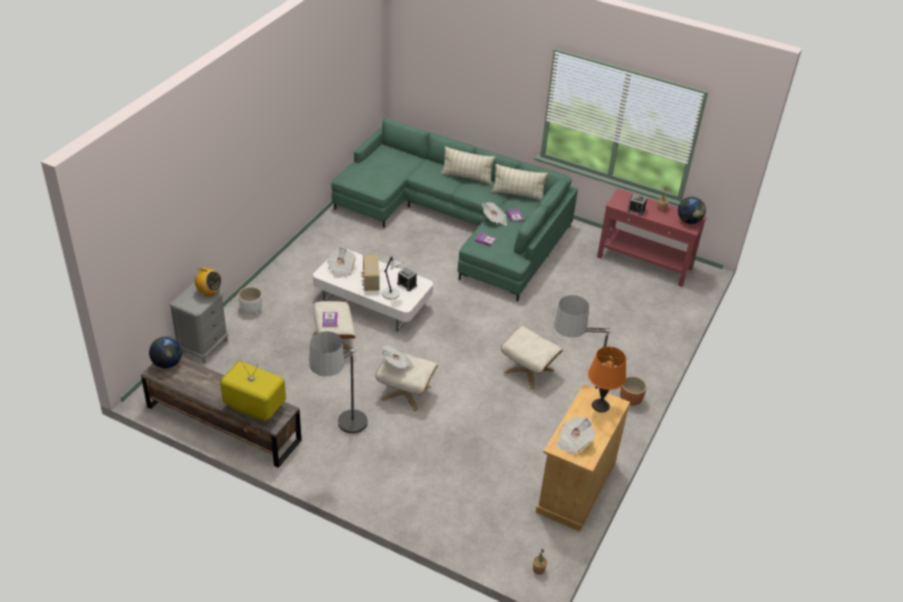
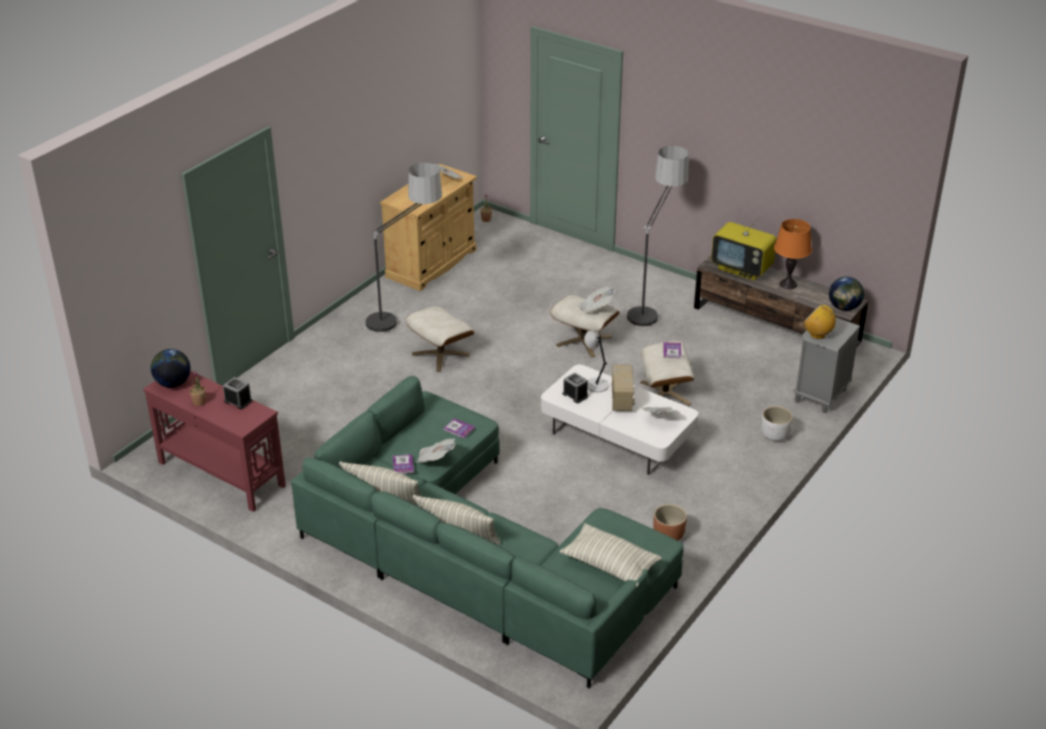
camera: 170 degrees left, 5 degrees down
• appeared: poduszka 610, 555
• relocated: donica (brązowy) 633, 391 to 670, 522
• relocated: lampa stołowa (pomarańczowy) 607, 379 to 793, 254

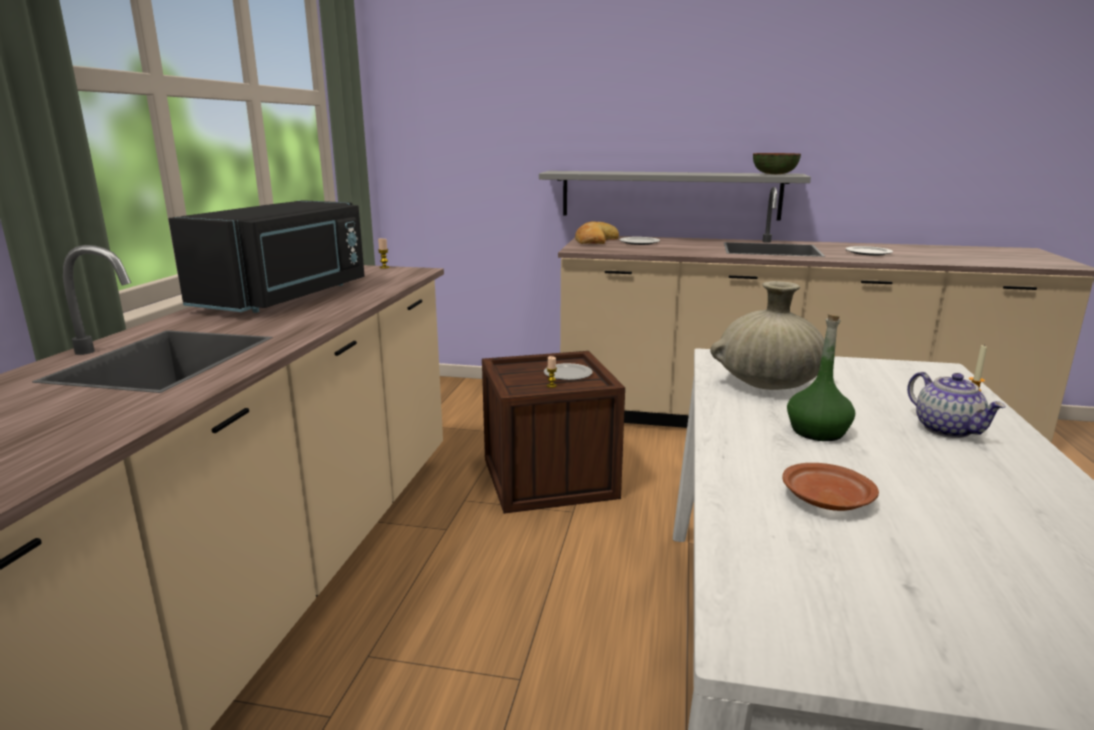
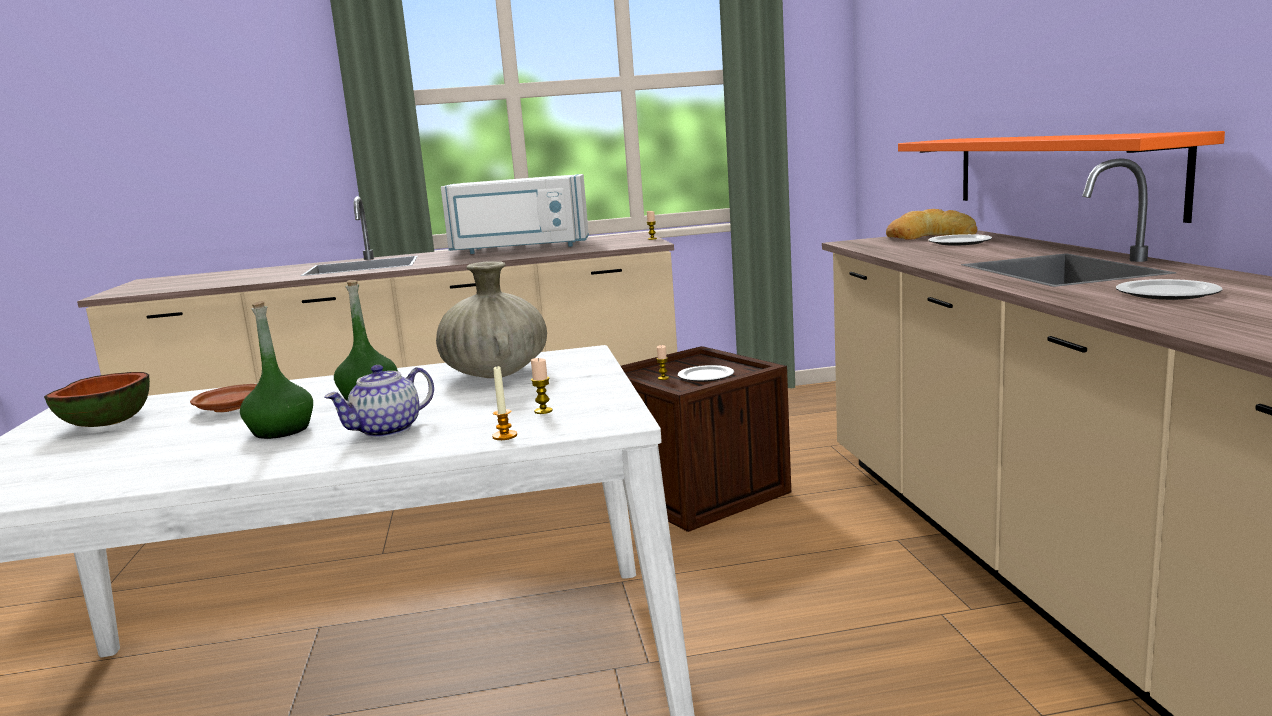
camera: 70 degrees right, 5 degrees down
• relocated: miska 777, 163 to 97, 399
• appeared: butelka (zielony) 276, 370
• colour: mikrofalówka (czarny) 267, 256 to mikrofalówka (biały) 515, 214
• appeared: świeca 542, 386
• colour: półka (szary) 675, 196 to półka (pomarańczowy) 1061, 177

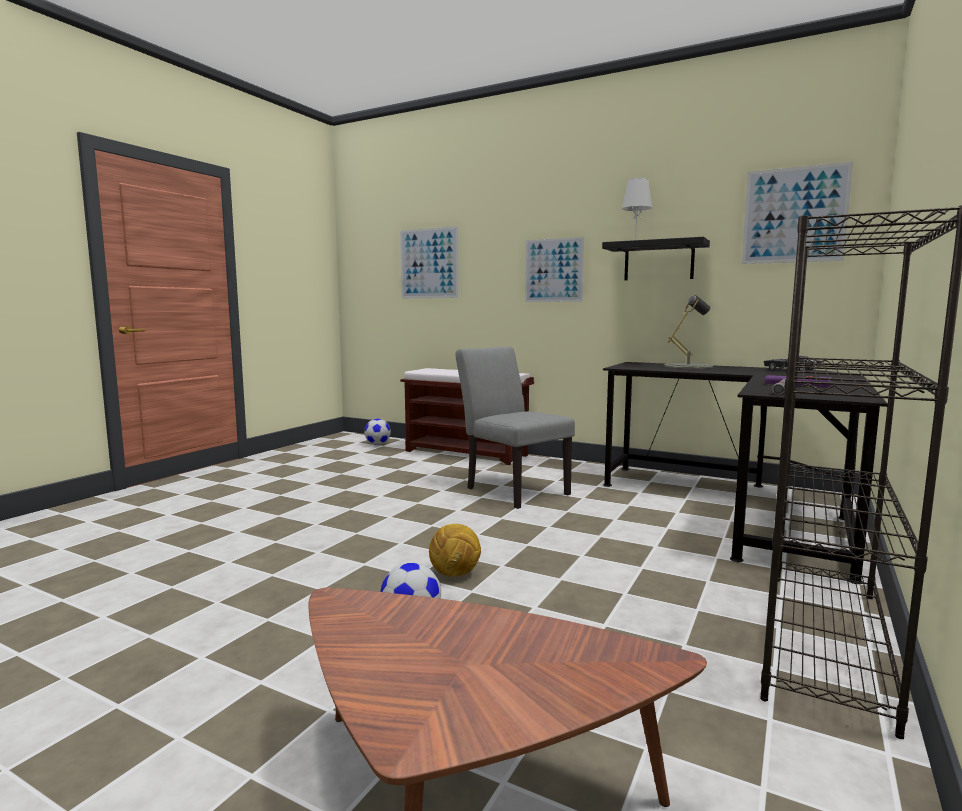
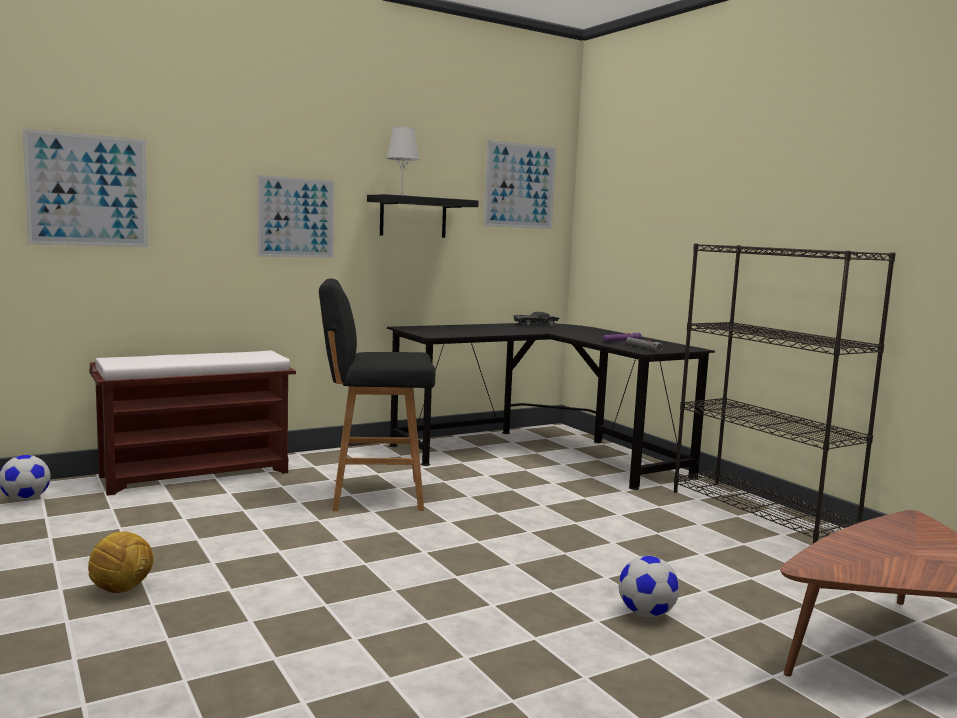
camera: 60 degrees left, 0 degrees up
• relocated: piłka futbolowa 455, 550 to 121, 562
• exchanged: krzesło (szary) 515, 428 to stołek (czarny) 377, 395
• missing: lampa stołowa (szary) 688, 332

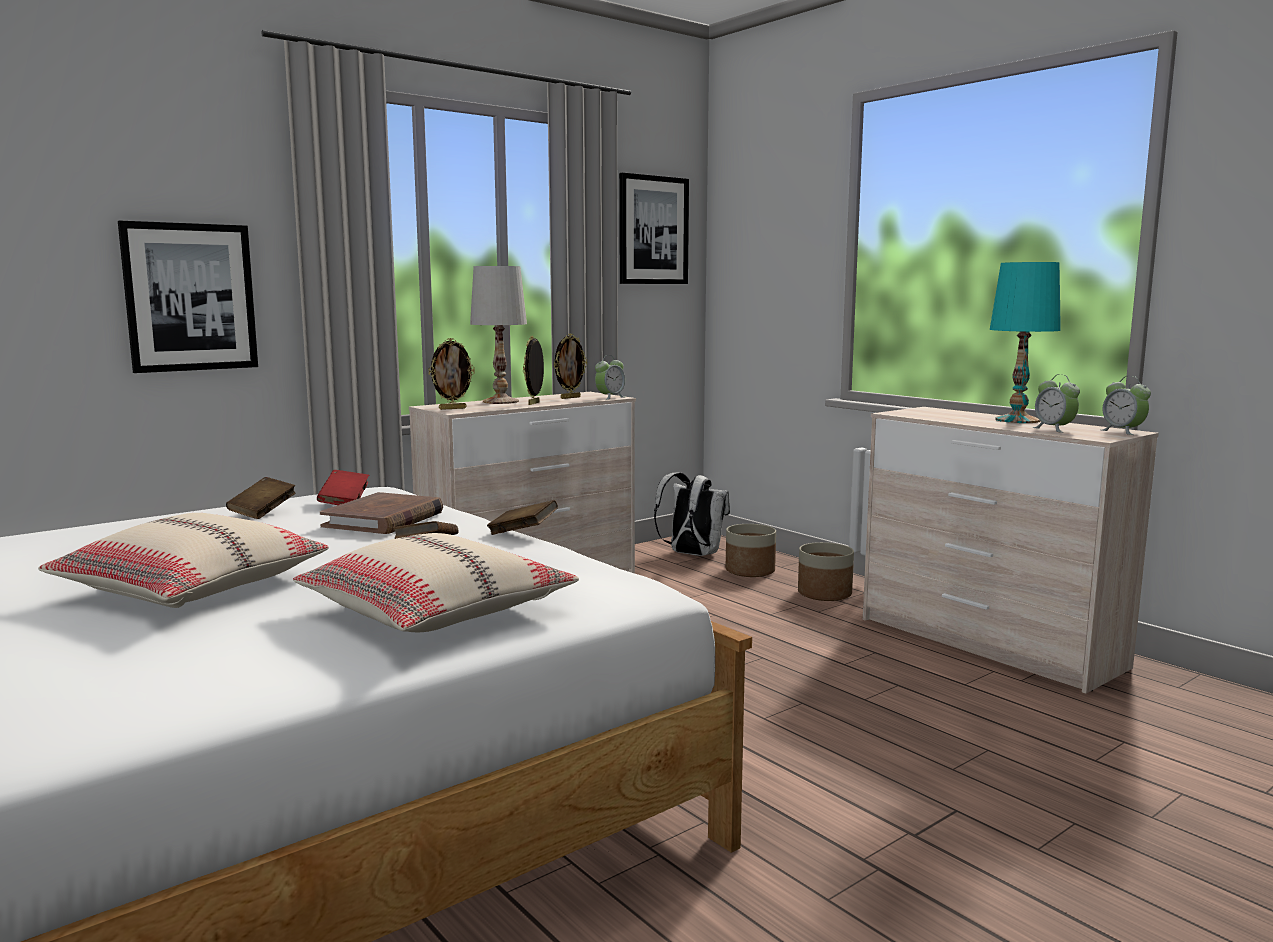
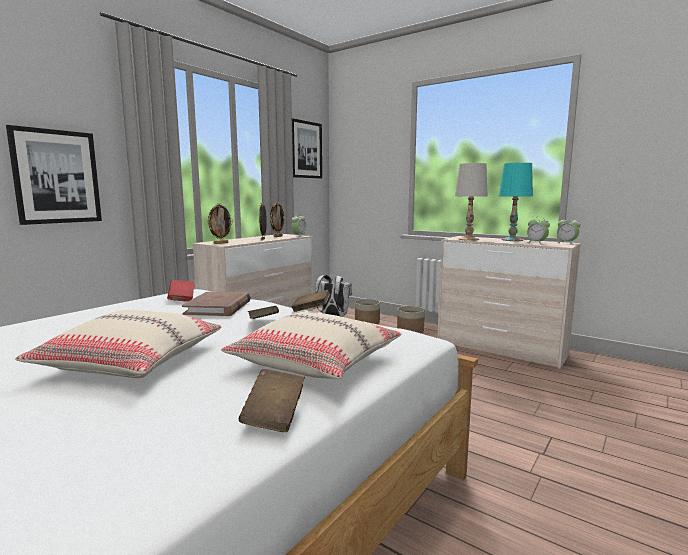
camera: 15 degrees left, 0 degrees up
• relocated: książka (brązowy) 261, 498 to 272, 400
• relocated: lampa stołowa (biały) 498, 335 to 471, 202

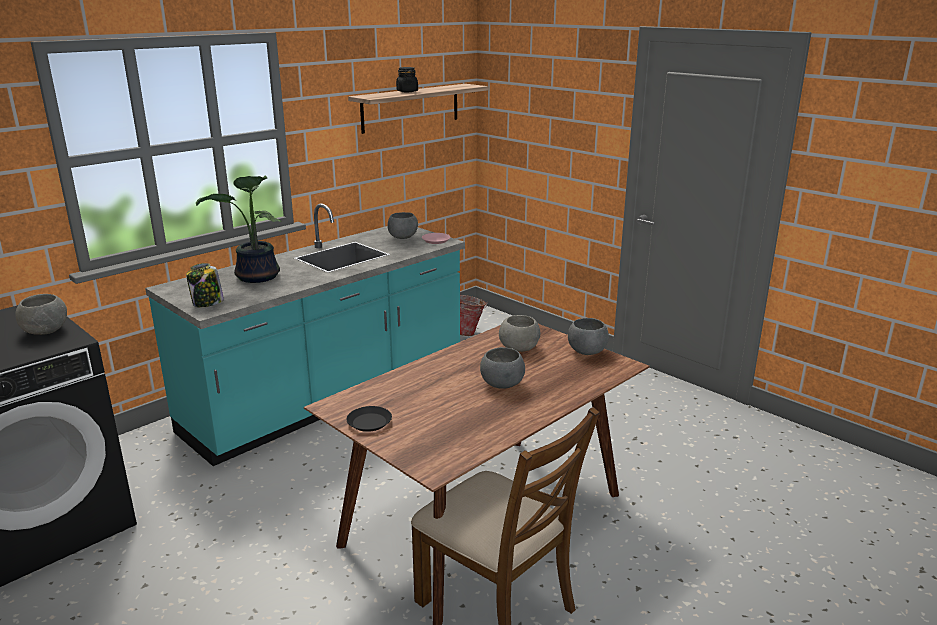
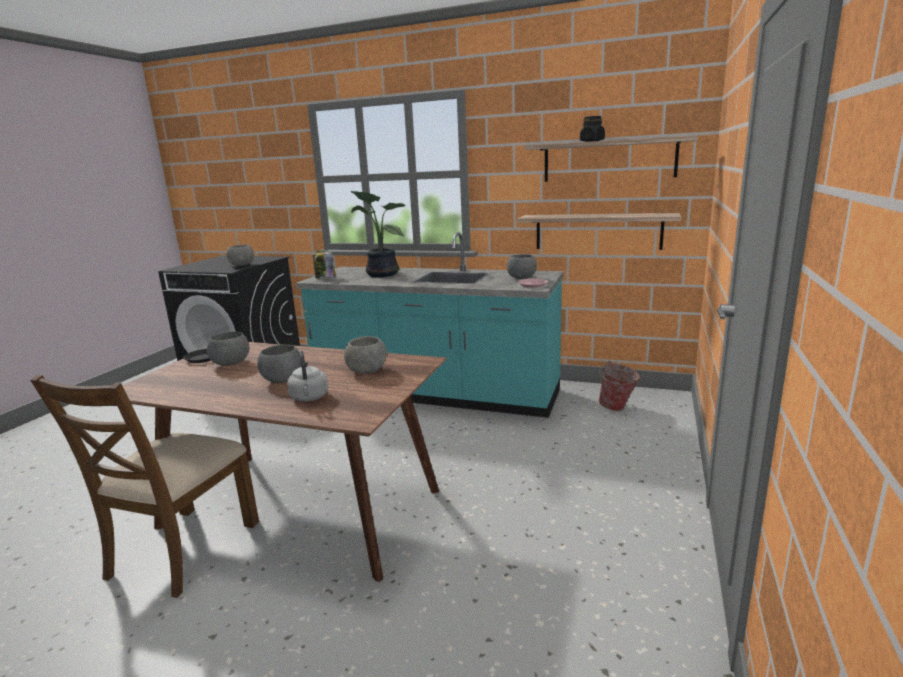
camera: 65 degrees right, 5 degrees down
• relocated: miska (szary) 588, 336 to 228, 349
• appeared: czajnik (szary) 307, 376
• appeared: półka 599, 231

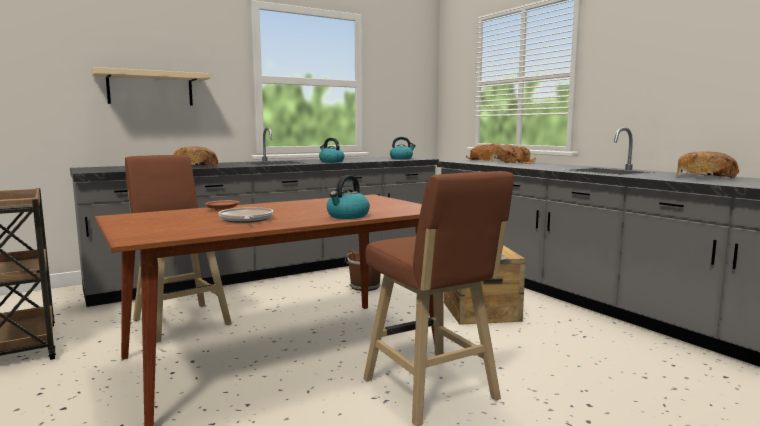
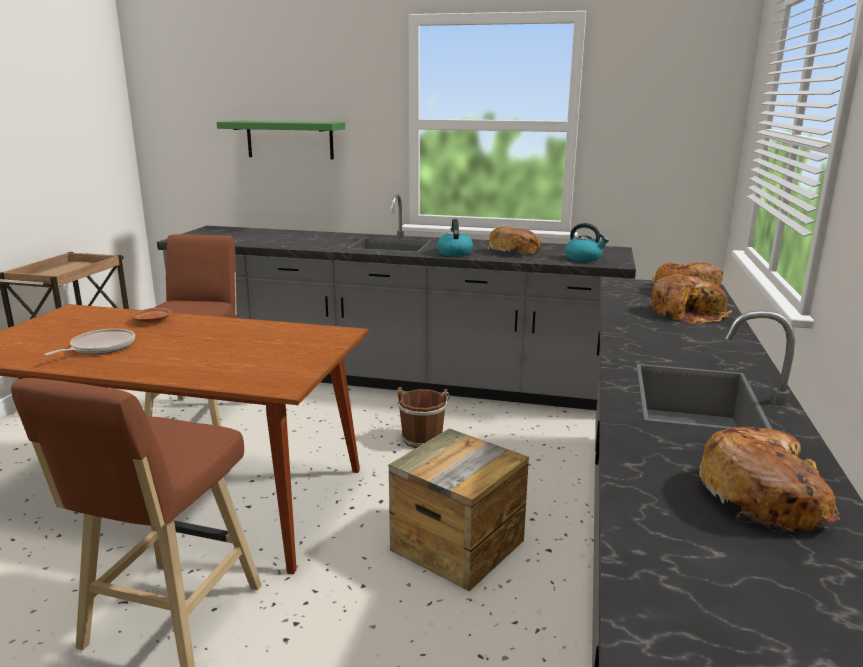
camera: 45 degrees right, 10 degrees up
• colour: półka (beżowy) 151, 86 to półka (zielony) 281, 140
• relocated: chleb 196, 156 to 514, 240
• missing: czajnik 348, 197

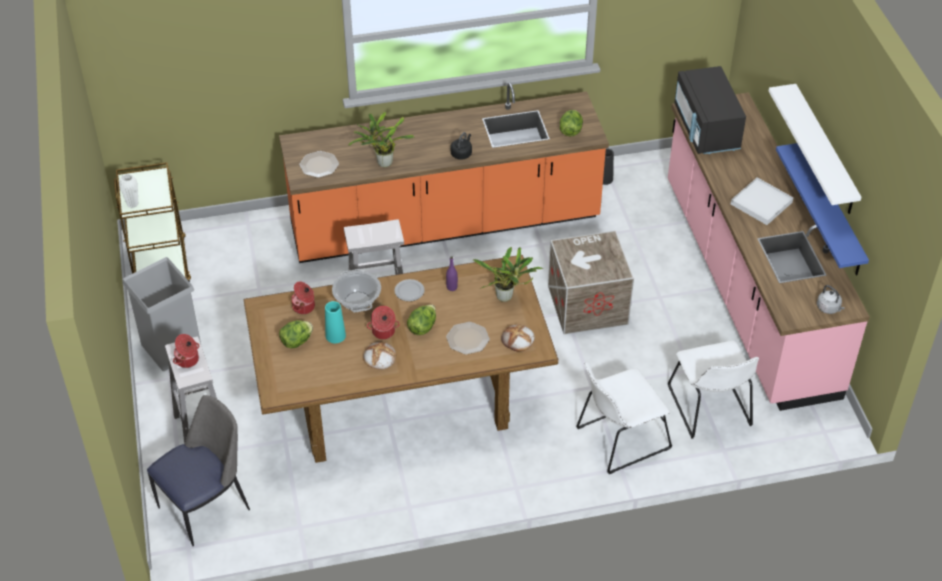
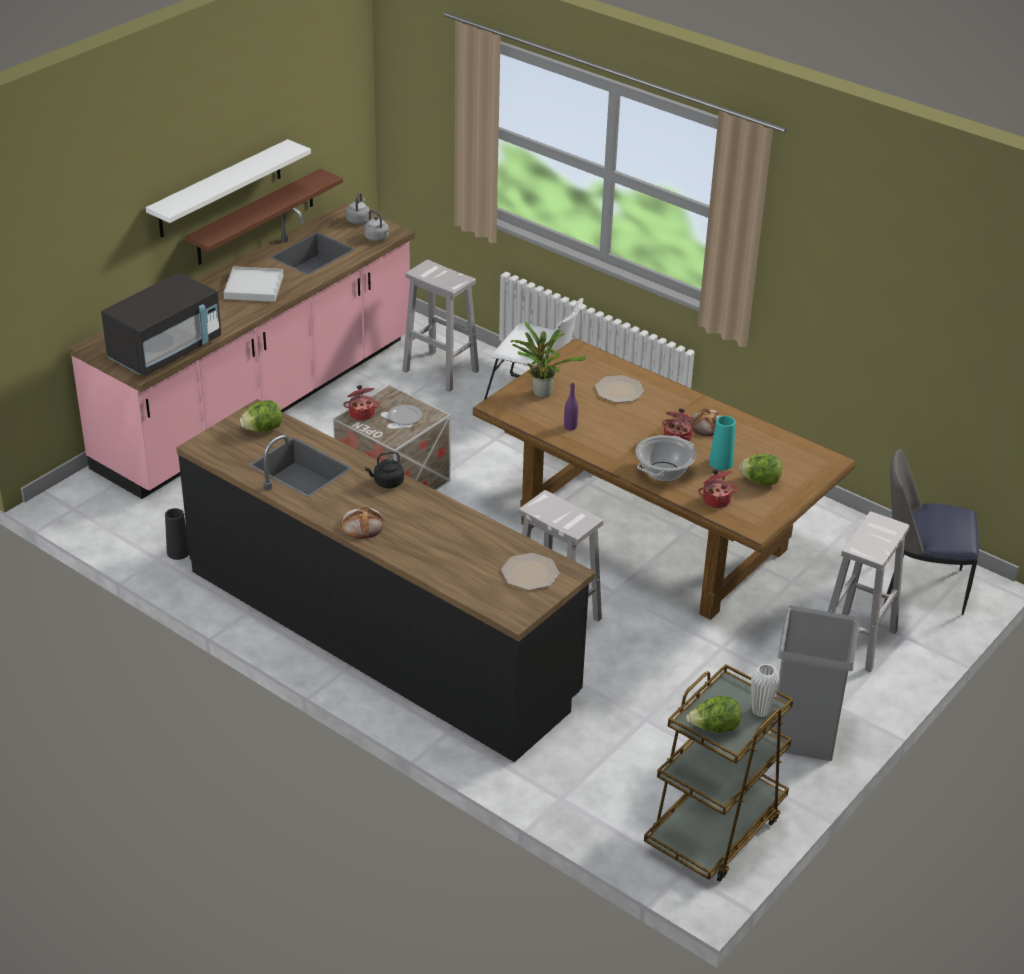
camera: 130 degrees left, 10 degrees down
• colour: zabudowa kuchenna (pomarańczowy) 444, 173 to zabudowa kuchenna (czarny) 386, 580
• colour: półka (niebieski) 822, 209 to półka (brązowy) 264, 217
• relocated: chleb 518, 338 to 362, 523
• relocated: garnek 186, 351 to 361, 403
• appeared: czajnik (szary) 376, 225
• relocated: talerz 409, 290 to 405, 415
• exchanged: krzesło (biały) 713, 390 to stołek (biały) 440, 326
• relocated: sałata 421, 319 to 713, 714
• missing: roślina doniczkowa 381, 139

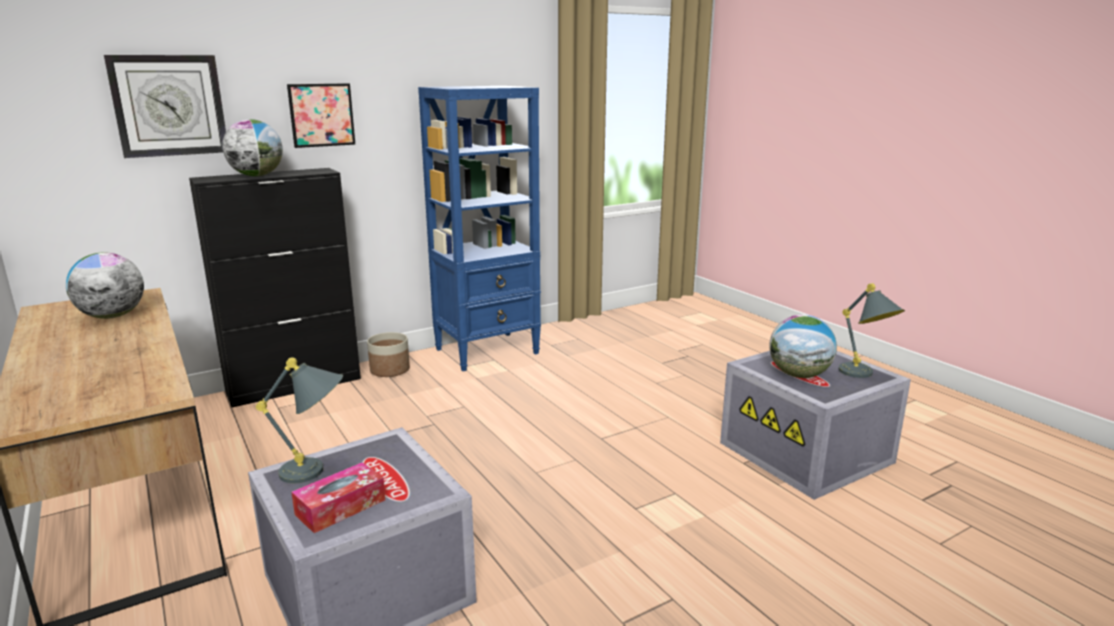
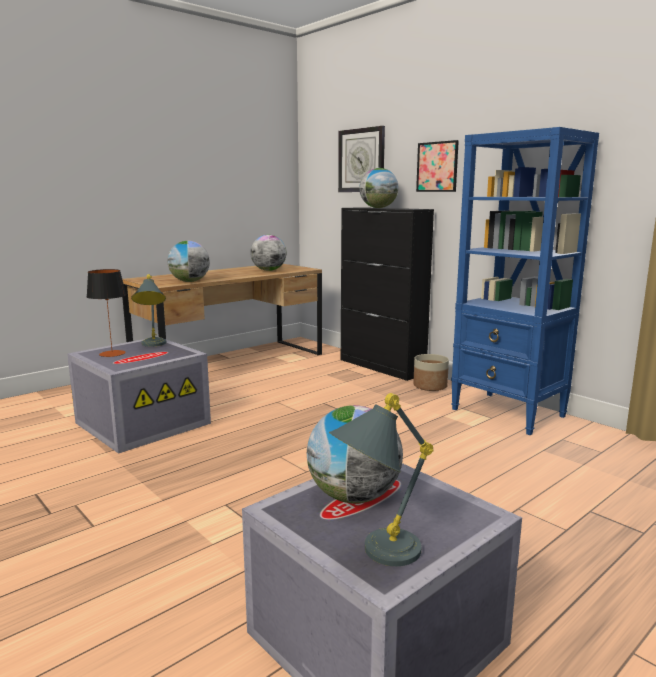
camera: 80 degrees right, 5 degrees down
• exchanged: pudełko chusteczek 338, 497 to lampa stołowa 106, 313
• appeared: globus 188, 261

